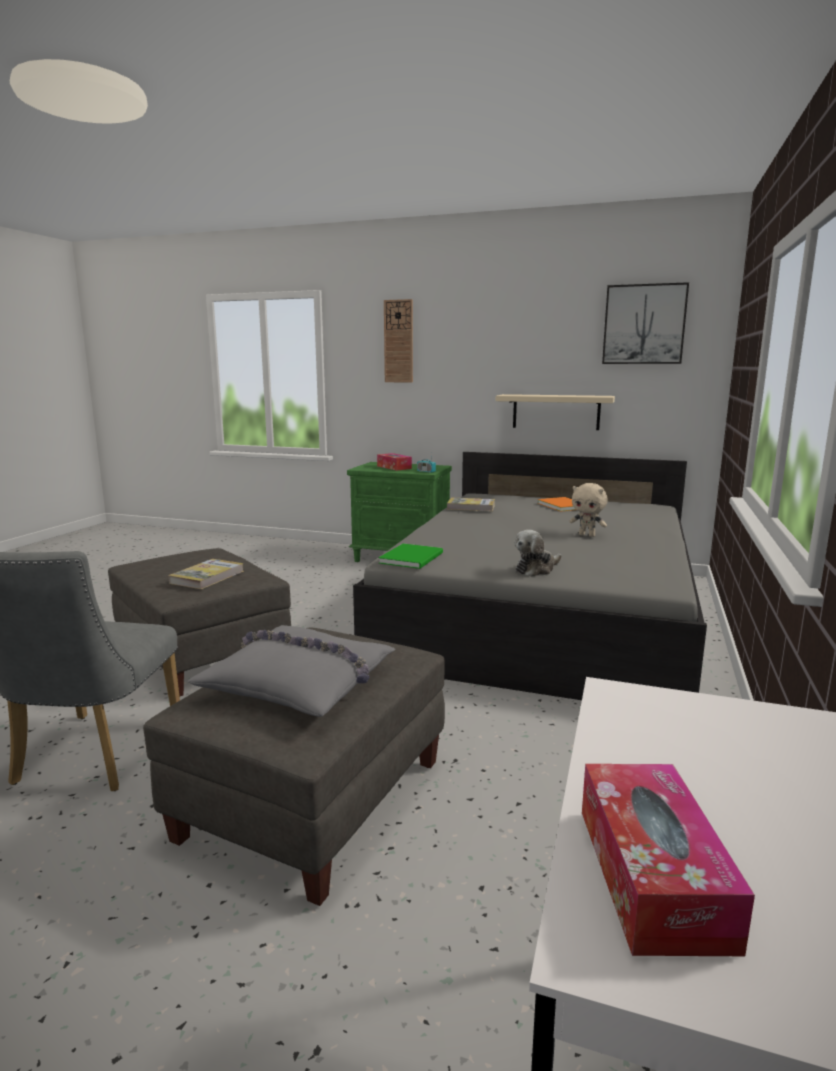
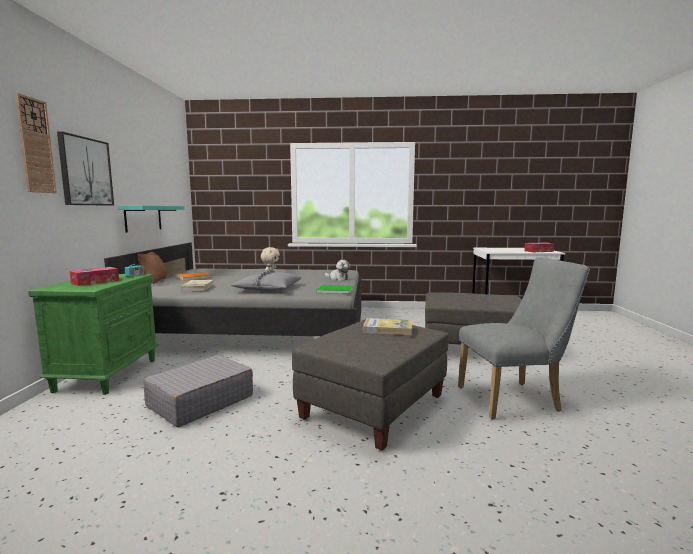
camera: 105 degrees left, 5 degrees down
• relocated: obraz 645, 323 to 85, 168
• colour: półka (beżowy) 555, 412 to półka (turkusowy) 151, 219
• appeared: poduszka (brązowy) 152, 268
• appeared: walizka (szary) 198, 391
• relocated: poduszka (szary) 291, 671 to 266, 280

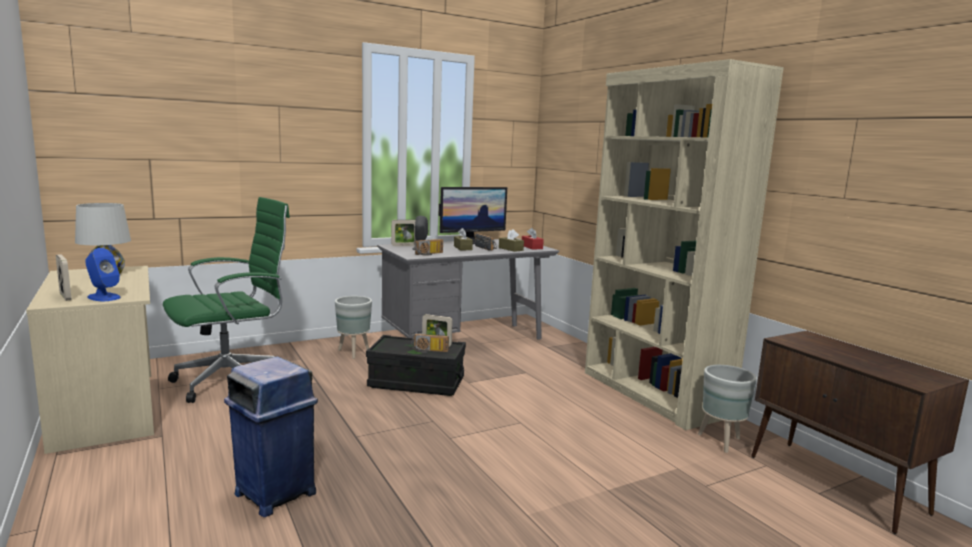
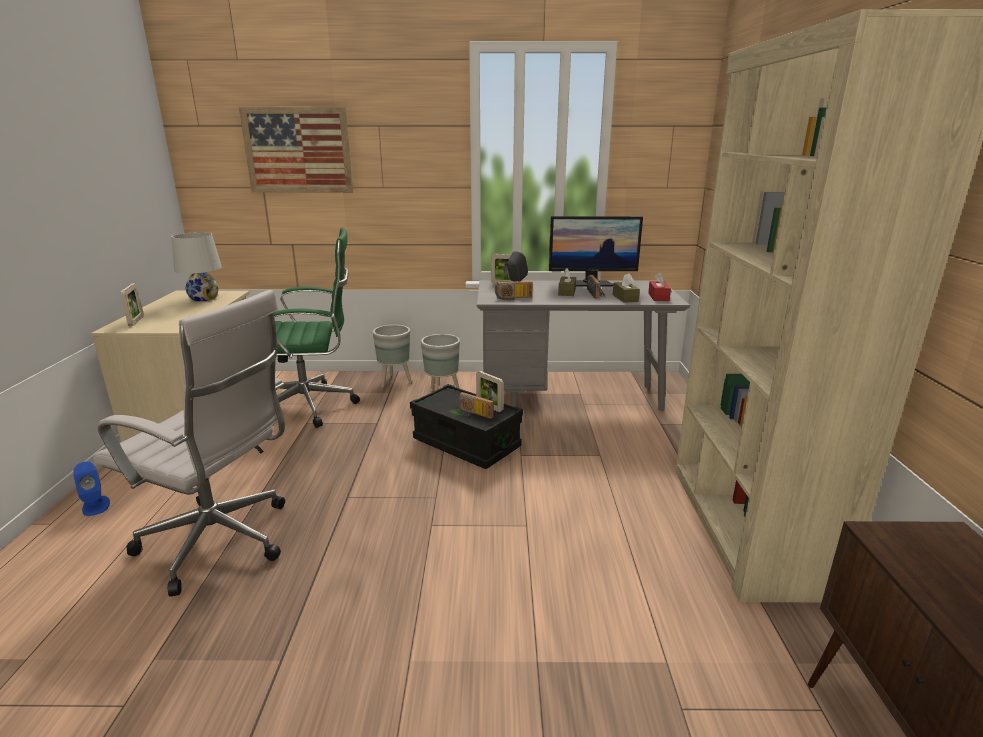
camera: 30 degrees right, 10 degrees up
• relocated: głośnik (niebieski) 103, 274 to 91, 488
• exchanged: kosz na śmieci (niebieski) 271, 437 to krzesło biurowe (biały) 189, 443
• appeared: obraz 296, 150
• relocated: donica (szary) 727, 409 to 392, 356

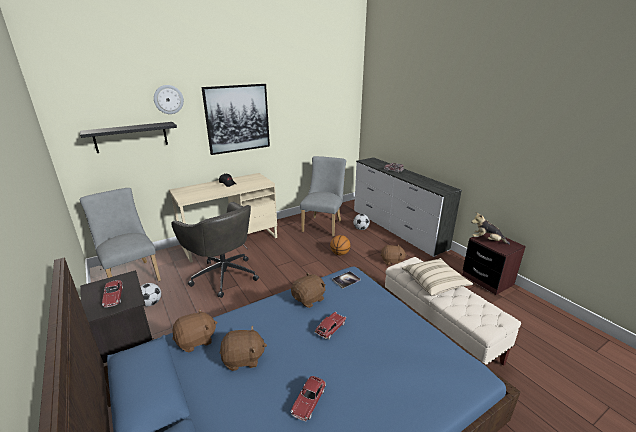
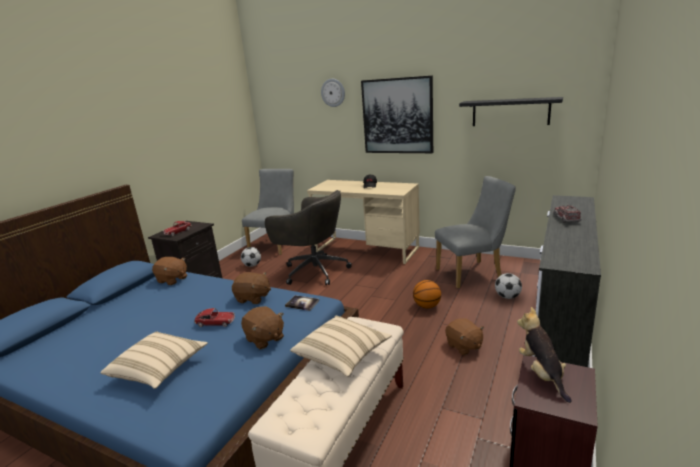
camera: 60 degrees right, 5 degrees down
• appeared: poduszka (beżowy) 154, 360
• relocated: pluszak (brązowy) 243, 348 to 262, 328
• spun: krzesło biurowe (szary) 215, 250 = 308, 237 75 degrees counterclockwise
• relocated: półka (czarny) 128, 137 to 511, 111
• missing: samochodzik 308, 398

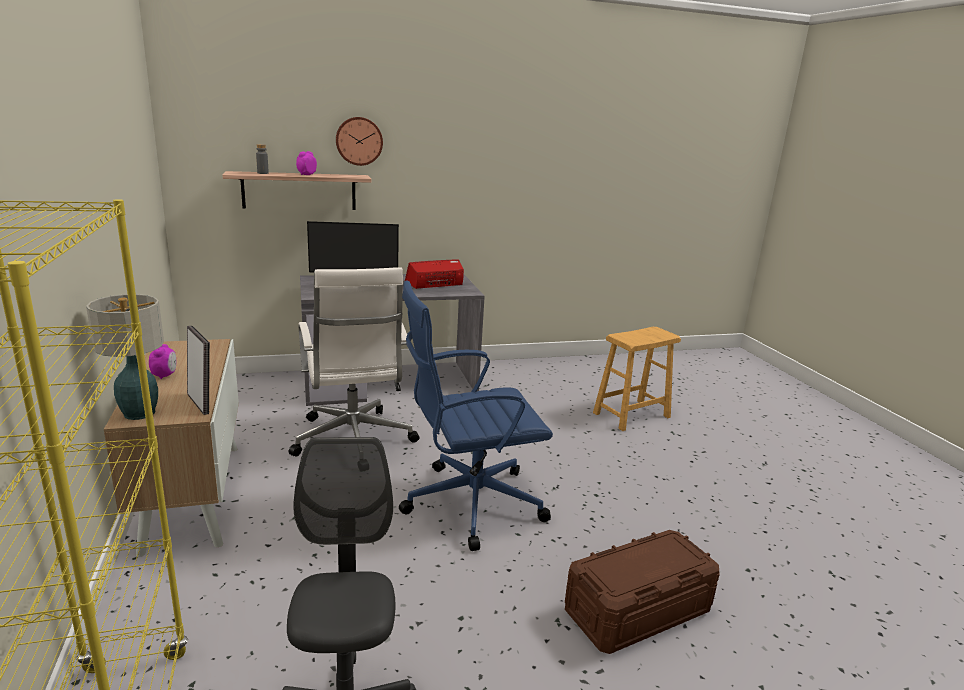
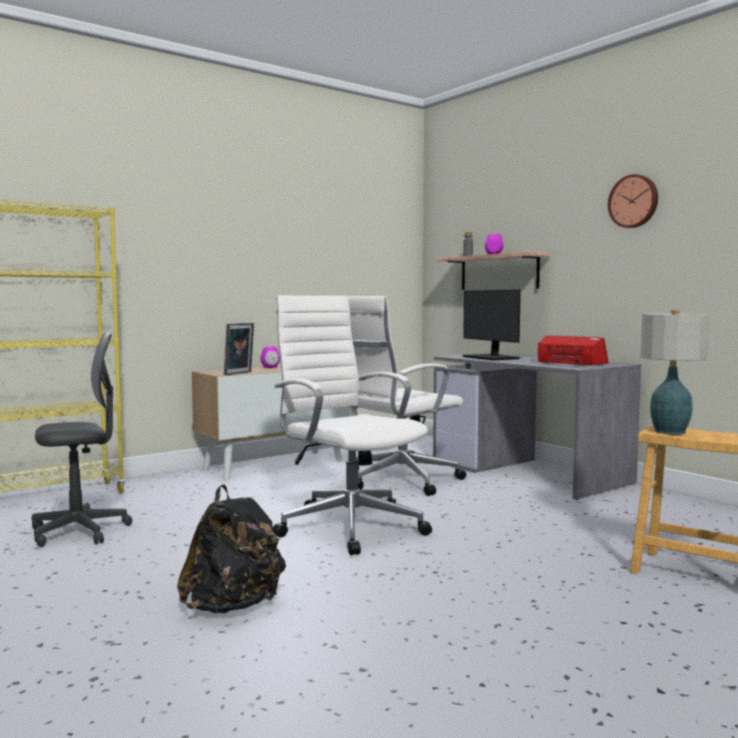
camera: 70 degrees right, 15 degrees down
• exchanged: pojemnik do przechowywania (brązowy) 642, 592 to plecak (czarny) 231, 549
• colour: krzesło biurowe (niebieski) 476, 416 to krzesło biurowe (biały) 352, 425
• relocated: zegar ścienny 359, 141 to 633, 201
• relocated: lampa stołowa 125, 357 to 675, 372

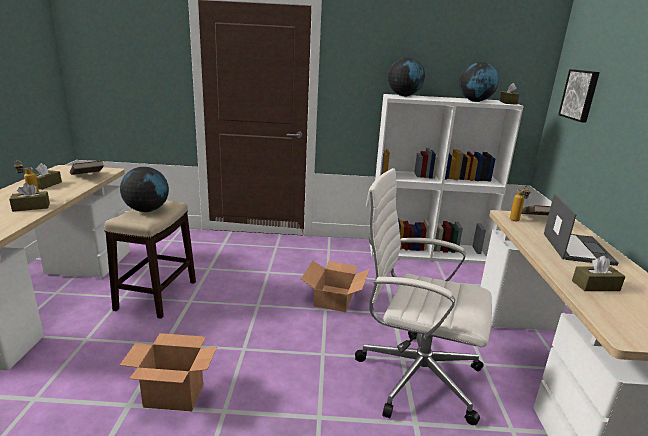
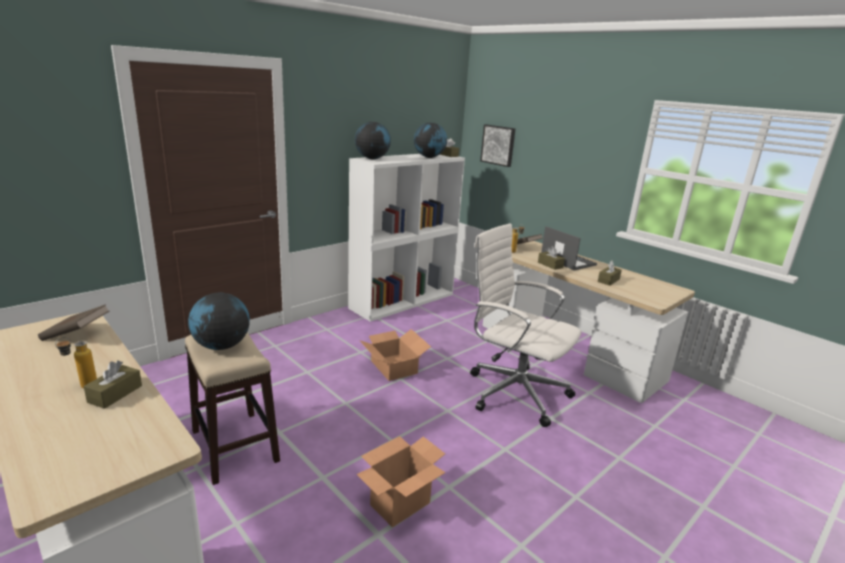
camera: 45 degrees left, 0 degrees up
• spun: krzesło biurowe (biały) 423, 296 = 525, 325 60 degrees clockwise
• relocated: pudełko chusteczek (brązowy) 48, 176 to 551, 258

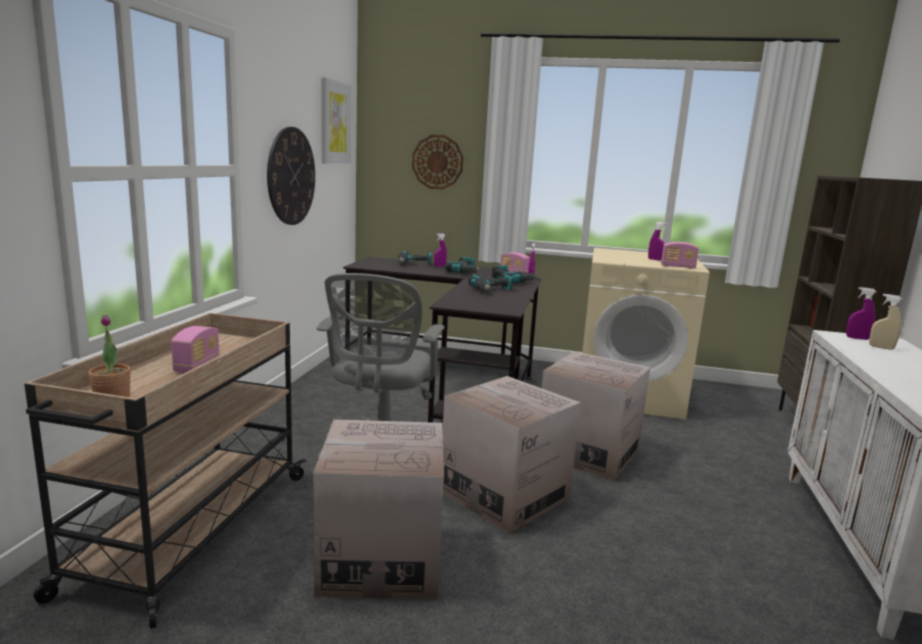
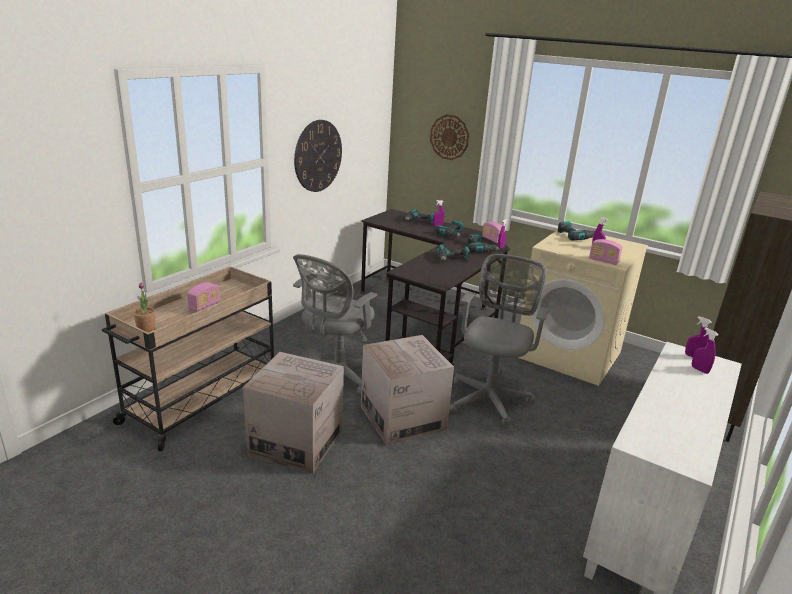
camera: 20 degrees right, 10 degrees up
• exchanged: karton 595, 416 to krzesło biurowe (szary) 499, 340
• appeared: wiertarka 576, 231
• colour: spryskiwacz (beżowy) 885, 322 to spryskiwacz (fioletowy) 705, 351
• missing: obraz 336, 120

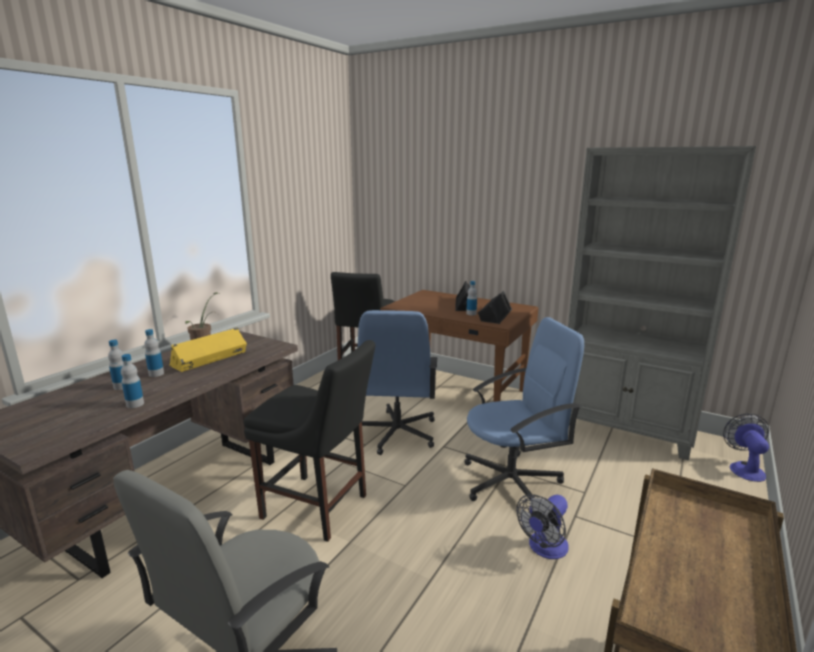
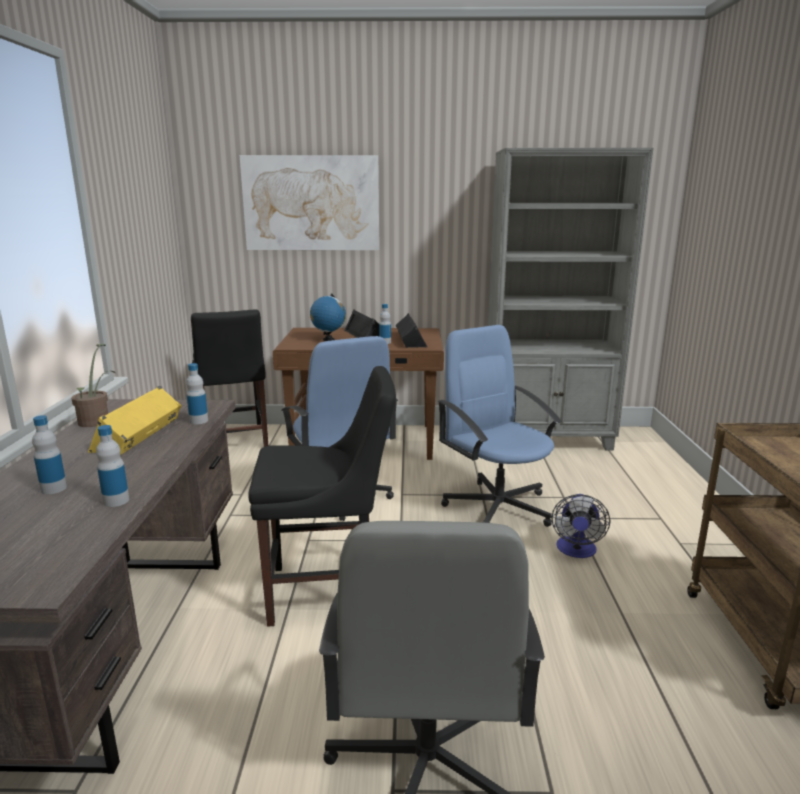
camera: 30 degrees left, 0 degrees up
• relocated: butelka 154, 353 to 197, 393
• appeared: obraz 309, 202
• appeared: globus 328, 317
• spun: krzesło biurowe (niebieski) 524, 409 = 500, 426 75 degrees counterclockwise
• missing: wentylator 746, 447

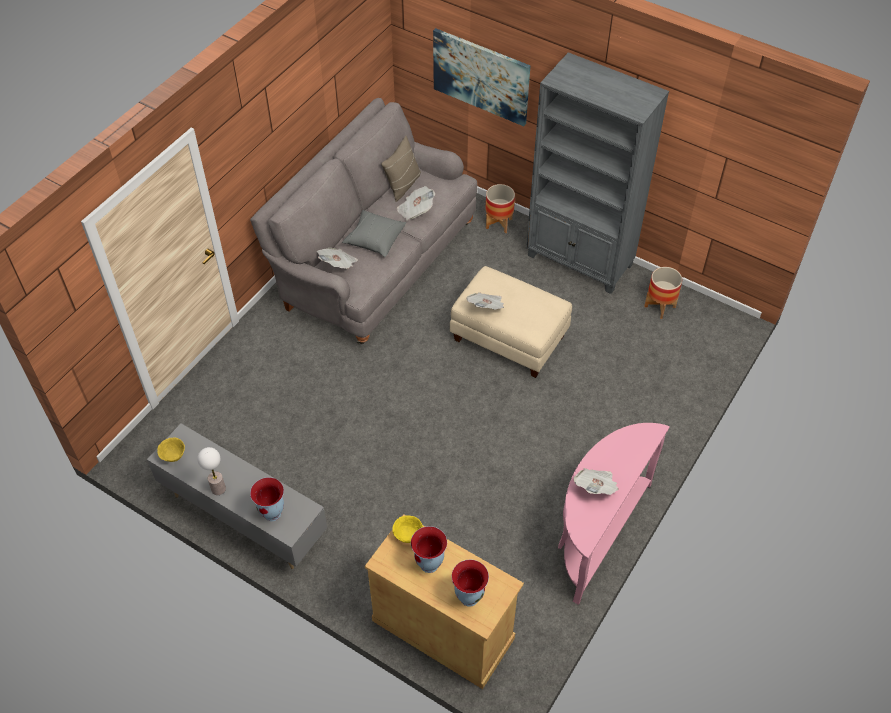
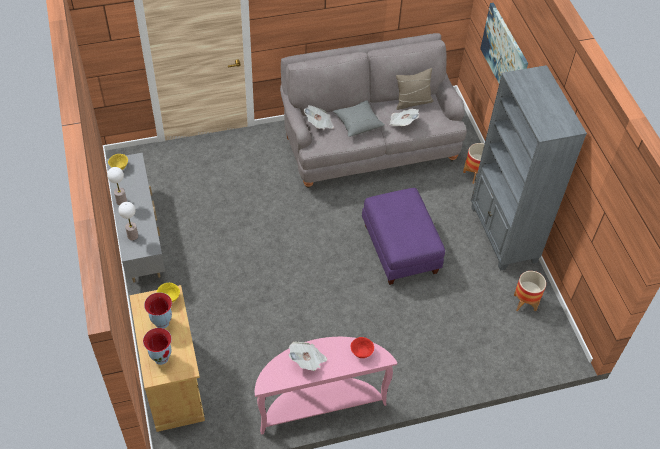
camera: 40 degrees right, 0 degrees up
• exchanged: wazon 267, 499 to lampa stołowa 128, 221
• appeared: miska (czerwony) 362, 347
• colour: pufa (beżowy) 511, 322 to pufa (fioletowy) 403, 236
• missing: gazeta 485, 301

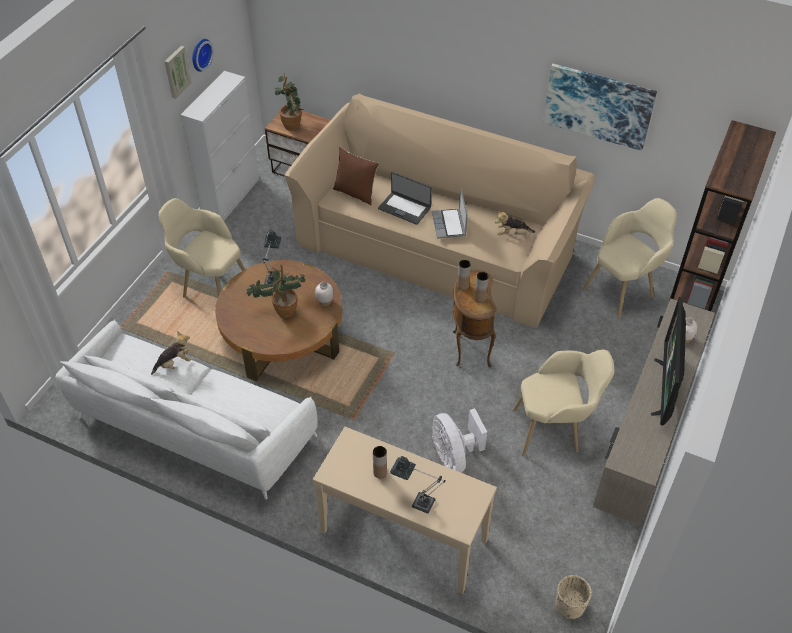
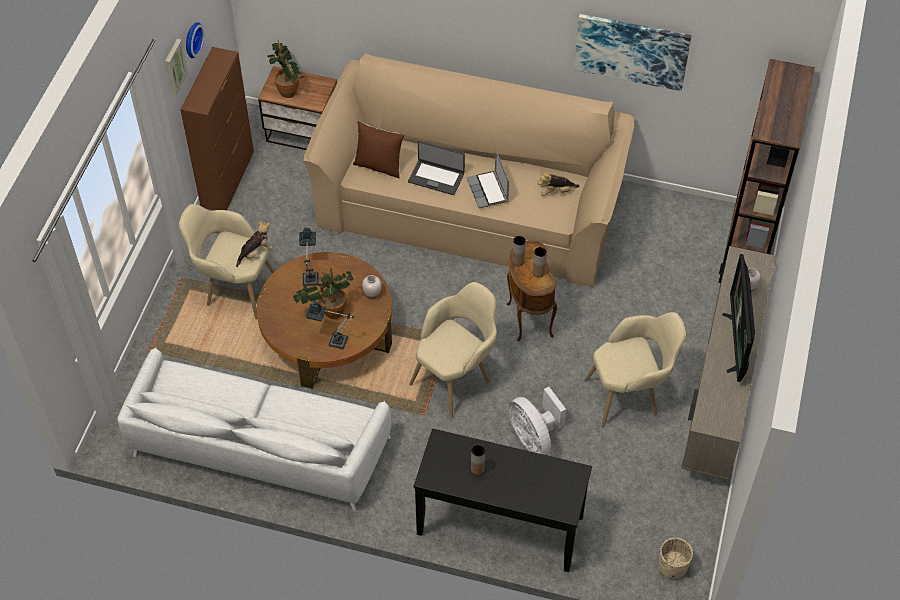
camera: 10 degrees left, 5 degrees up
• colour: szafka (biały) 220, 145 to szafka (brązowy) 217, 128
• relocated: pluszak 171, 353 to 254, 243
• relocated: lampa stołowa 418, 485 to 330, 325
• relocated: fotel (beżowy) 630, 258 to 453, 349
• colour: stolik konsolowy (beżowy) 405, 510 to stolik konsolowy (czarny) 503, 500

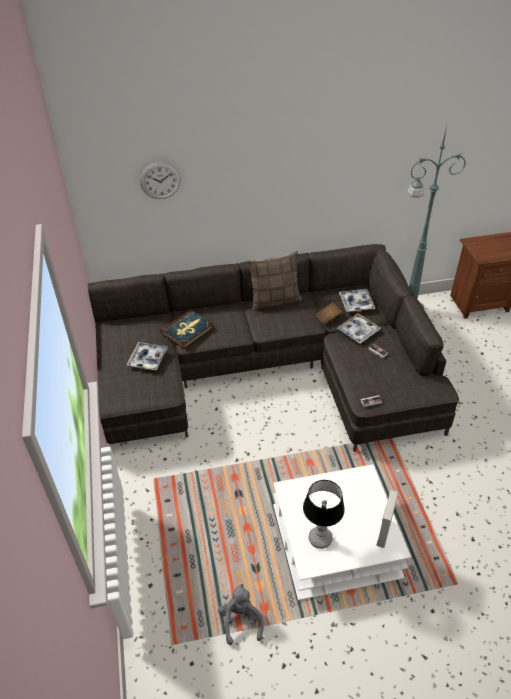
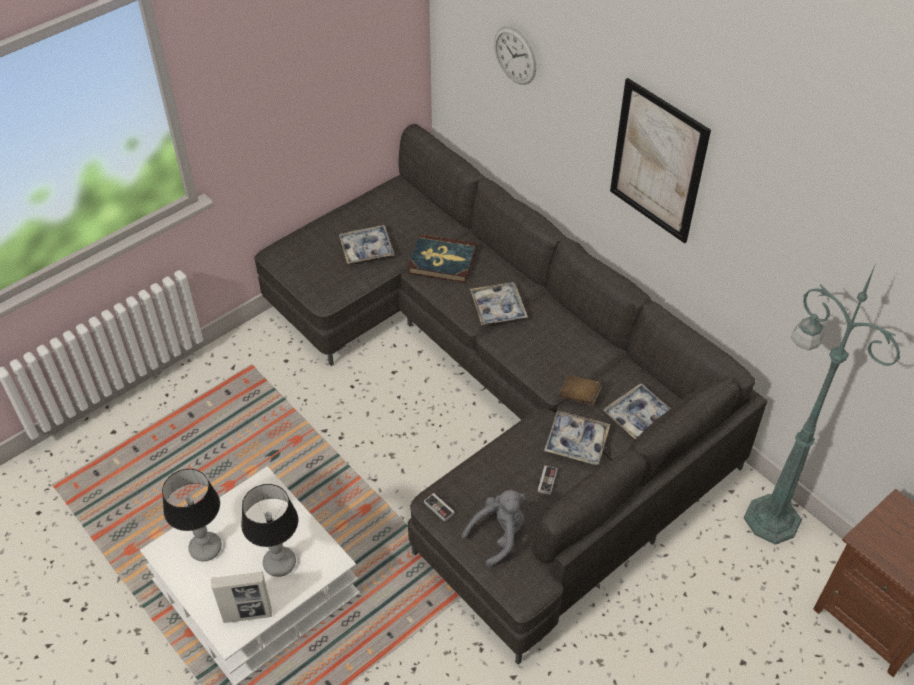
camera: 60 degrees right, 5 degrees up
• appeared: lampa stołowa 269, 530
• relocated: pluszak (szary) 241, 614 to 493, 528
• appeared: taca 499, 303
• appeared: obraz 660, 161
• missing: poduszka 274, 281

